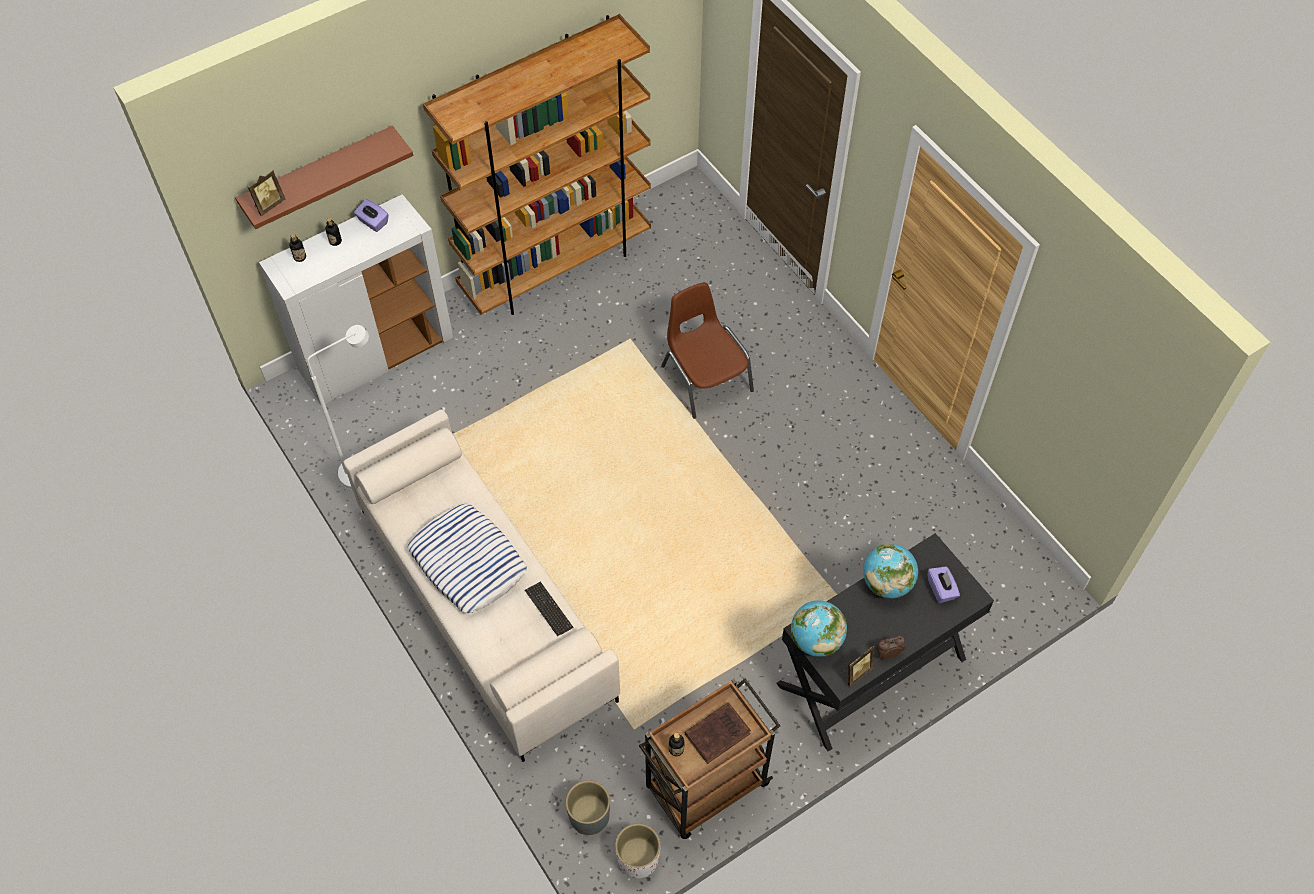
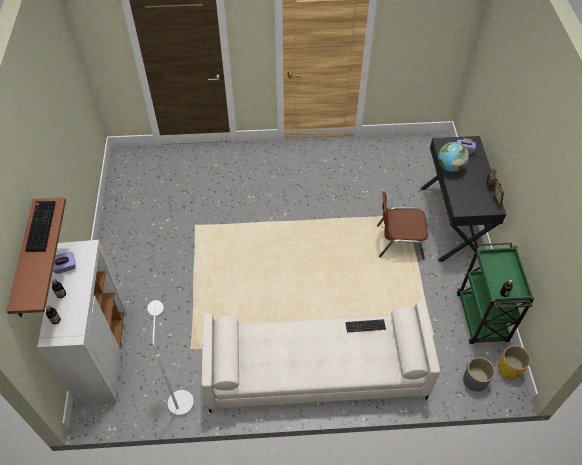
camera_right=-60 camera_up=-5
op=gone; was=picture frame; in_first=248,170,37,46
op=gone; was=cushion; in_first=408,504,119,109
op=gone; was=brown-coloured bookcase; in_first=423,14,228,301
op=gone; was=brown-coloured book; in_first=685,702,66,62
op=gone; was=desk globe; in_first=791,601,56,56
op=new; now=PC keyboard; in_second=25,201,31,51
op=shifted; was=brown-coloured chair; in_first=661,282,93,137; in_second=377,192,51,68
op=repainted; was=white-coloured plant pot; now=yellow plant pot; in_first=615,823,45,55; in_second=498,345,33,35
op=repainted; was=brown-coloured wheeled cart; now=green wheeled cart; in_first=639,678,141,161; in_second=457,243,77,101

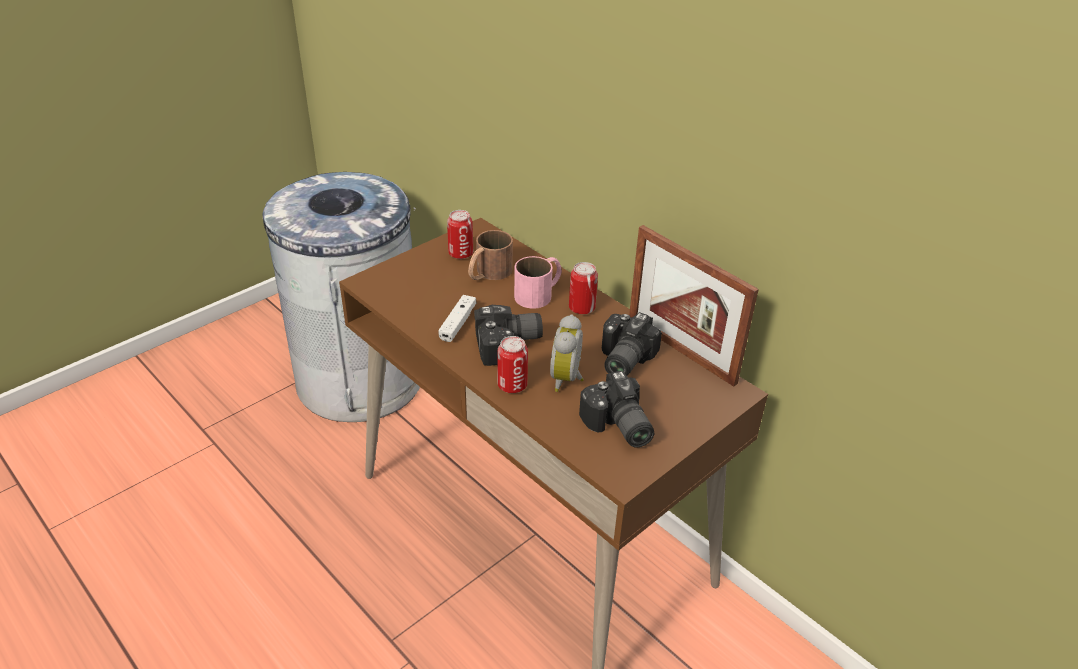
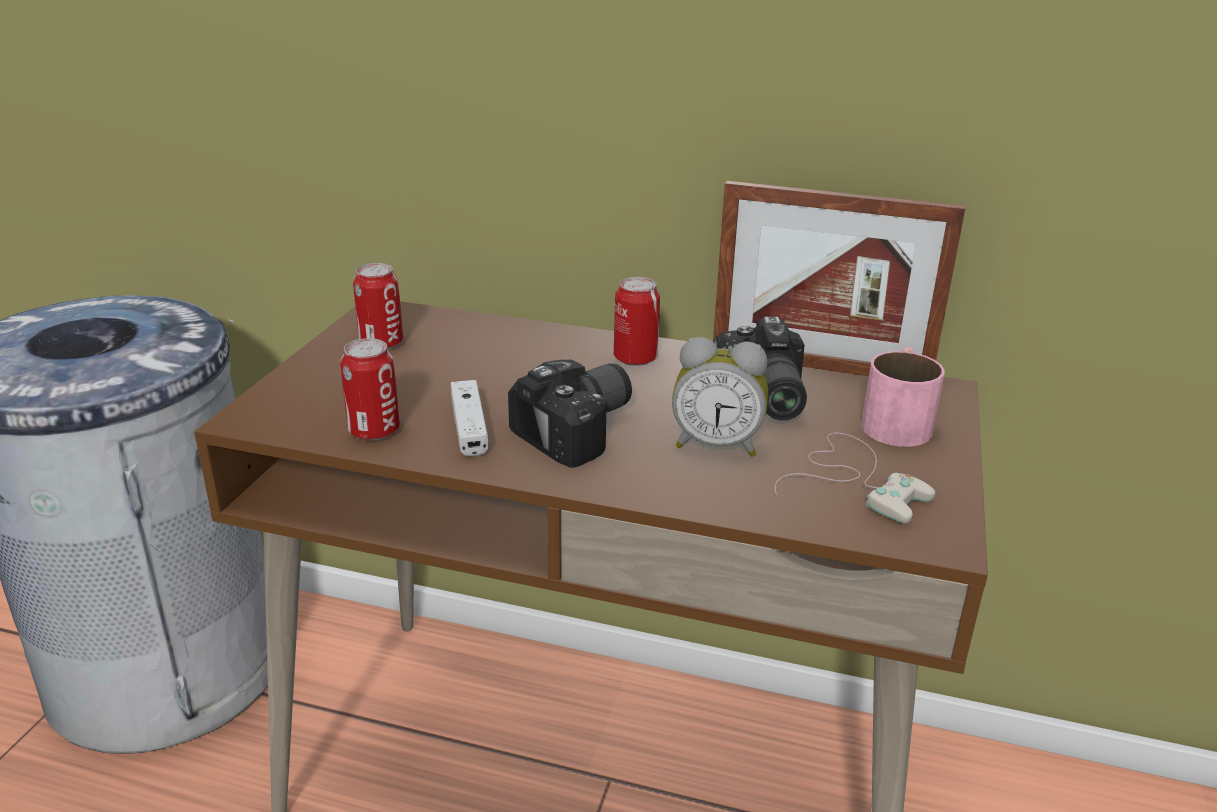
camera_right=-30 camera_up=-10
op=gone; was=brown-coloured coffee mug; in_first=468,230,45,50
op=shifted; was=can; in_first=497,336,31,57; in_second=340,338,60,102
op=shifted; was=pinkish coffee mug; in_first=514,256,48,53; in_second=861,347,83,100
op=swapped; was=still camera; now=white-coloured game controller; in_first=579,371,75,77; in_second=775,433,161,91
op=rotated; was=alarm clock; in_first=550,314,34,78; in_second=672,337,96,120; clockwise=-60

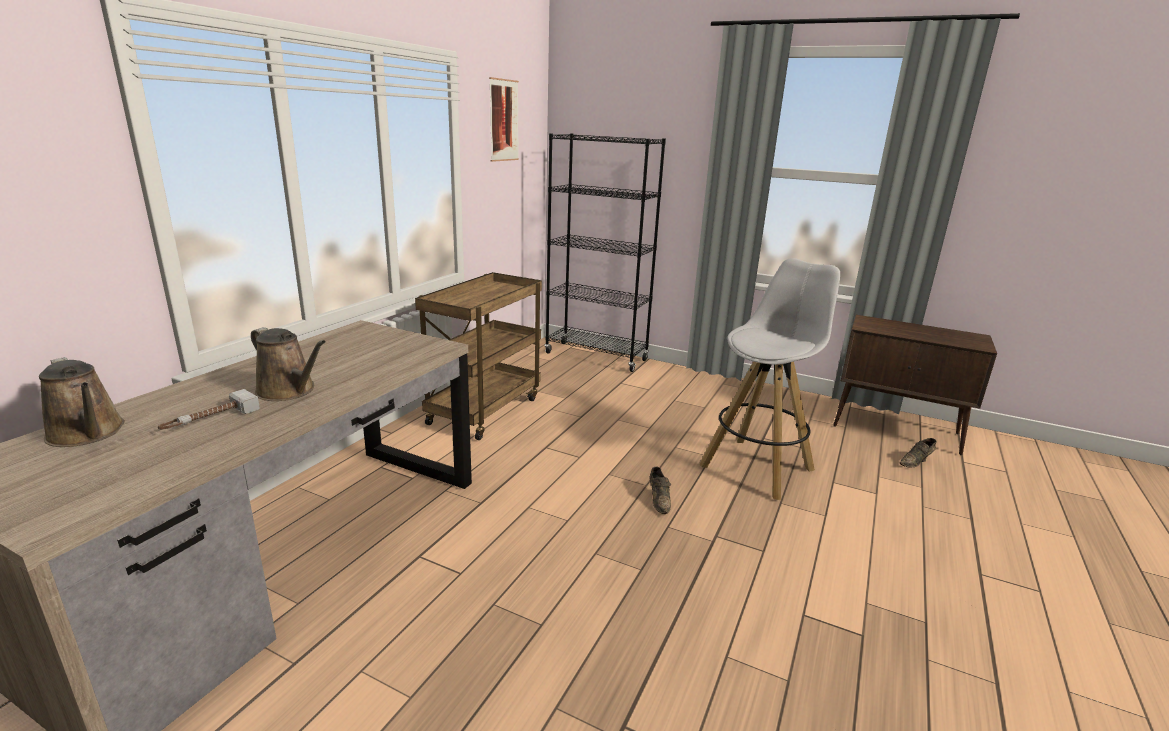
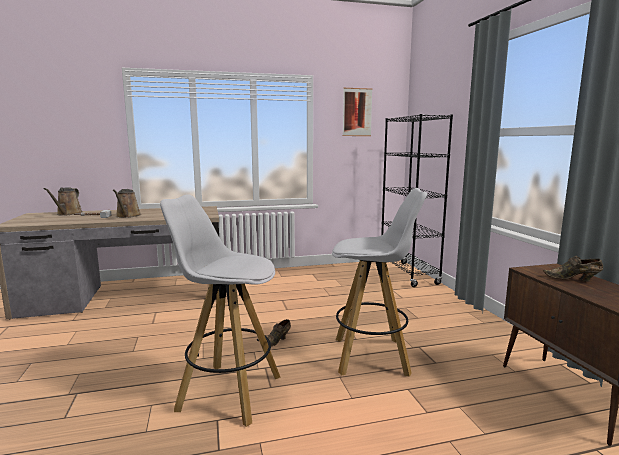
camera_right=50 camera_up=-10
op=gone; was=brown-coloured wheeled cart; in_first=415,272,127,168
op=new; now=white-coloured stool; in_second=160,194,121,233
op=shifted; was=brown-coloured item of footwear; in_first=900,438,37,29; in_second=543,256,60,26

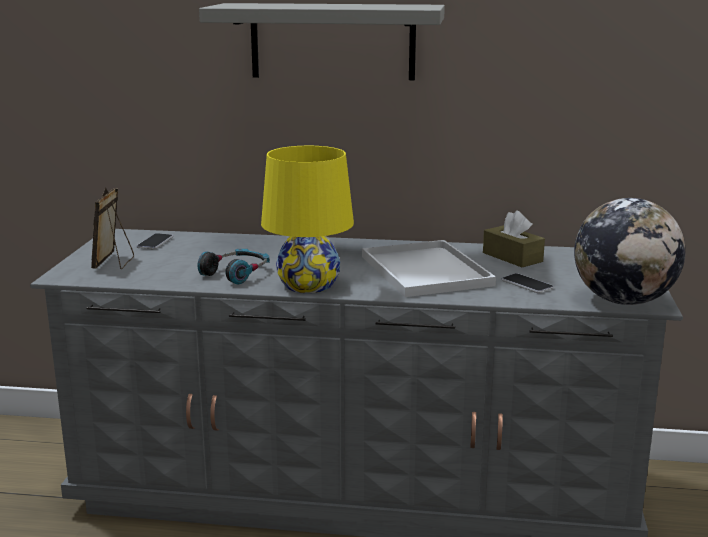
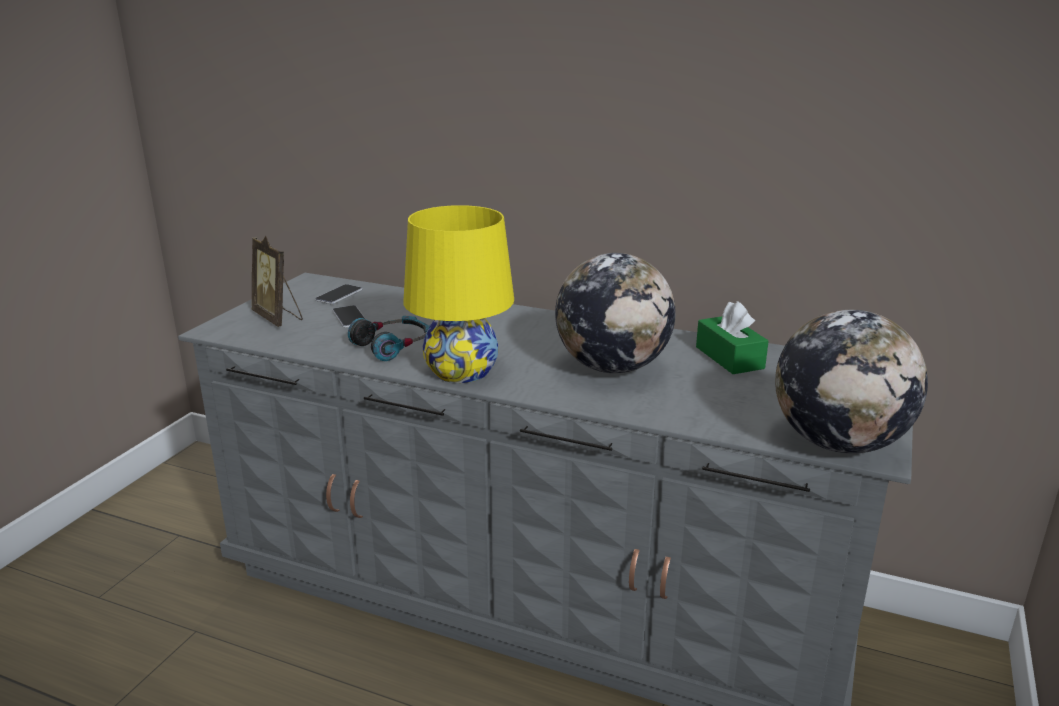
camera_right=15 camera_up=5
op=gone; was=greyish shelf; in_first=199,3,246,77
op=shifted; was=telephone; in_first=502,273,52,20; in_second=332,305,34,23
op=swapped; was=white-coloured tray; now=desk globe; in_first=362,240,134,57; in_second=555,253,121,120
op=repainted; was=brown-coloured box of tissues; now=green box of tissues; in_first=483,210,62,57; in_second=696,301,73,73
op=rotated; was=picture frame; in_first=91,187,43,82; in_second=252,236,51,91; clockwise=-60

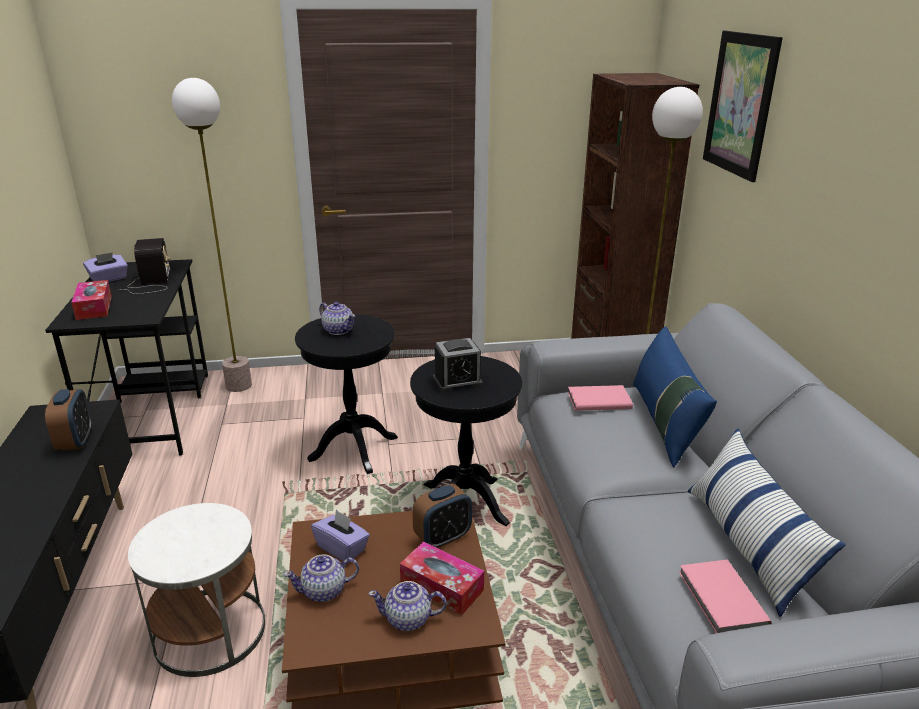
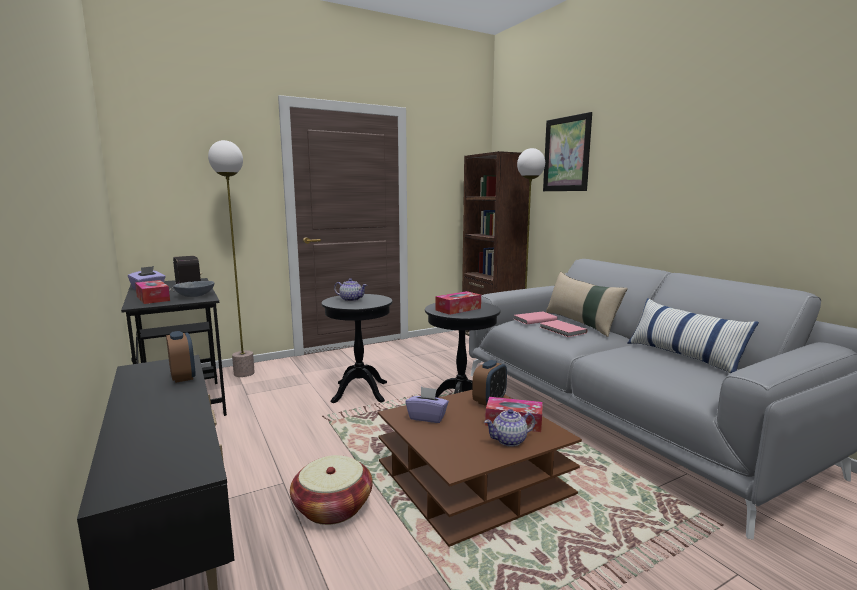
camera_right=-20 camera_up=-15
op=gone; was=tea pot; in_first=283,554,76,48
op=new; now=greyish bowl; in_second=173,281,41,16
op=shifted; was=pinkish book; in_first=679,560,93,73; in_second=540,320,48,17
op=swapped; was=white-coloured accent table; now=household basket; in_first=128,503,137,174; in_second=290,455,83,70
op=swapped; was=alarm clock; now=box of tissues; in_first=433,338,50,54; in_second=435,291,46,24
op=repainted; was=bluish cushion; now=beige-coloured cushion; in_first=633,326,84,141; in_second=546,272,82,65

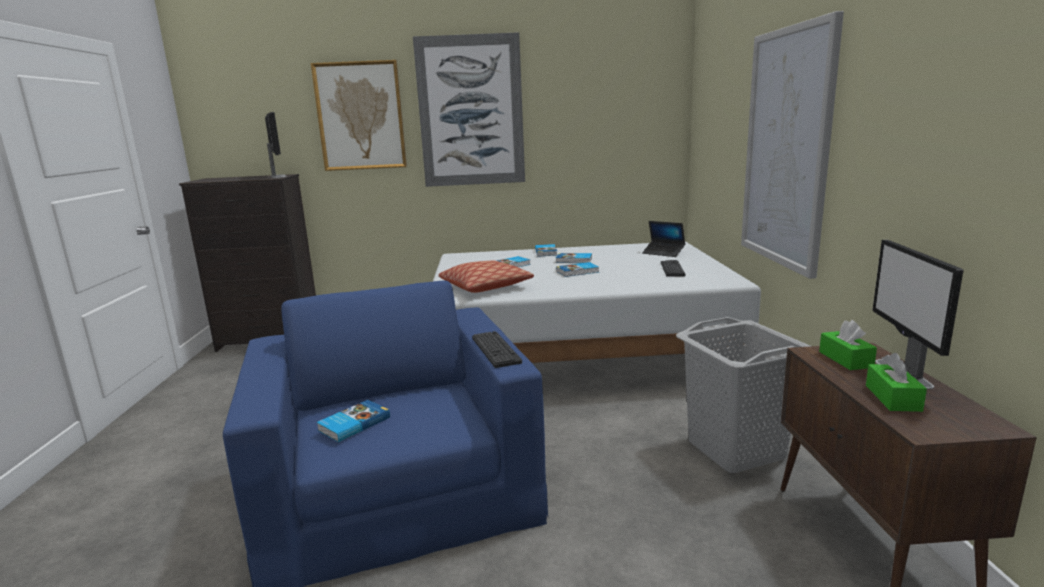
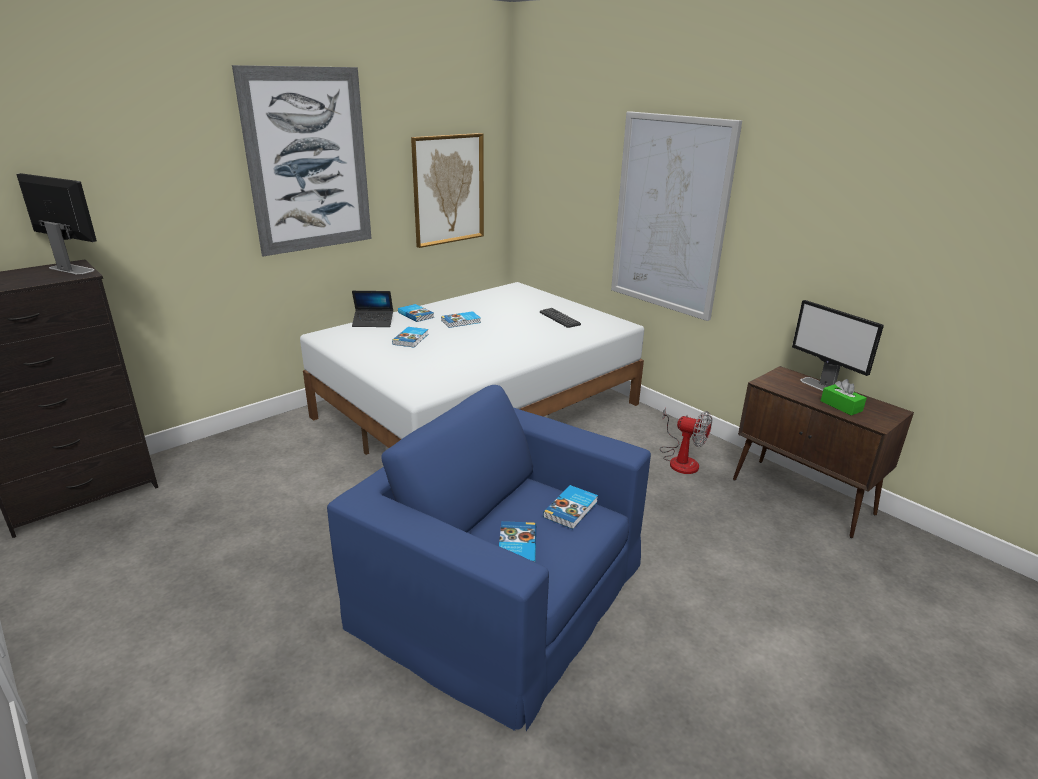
camera_right=-40 camera_up=10
op=gone; was=cushion; in_first=439,261,95,32
op=gone; was=PC keyboard; in_first=472,331,50,37
op=gone; was=green box of tissues; in_first=819,320,58,50
op=shifted; was=wall picture; in_first=311,60,96,111; in_second=411,133,73,115
op=shifted; was=book; in_first=556,262,43,15; in_second=543,485,55,44
op=shifted; was=portable computer; in_first=642,221,43,36; in_second=352,291,41,36
op=swapped; was=greyish hamper; now=cooling fan; in_first=676,317,134,156; in_second=660,408,52,66

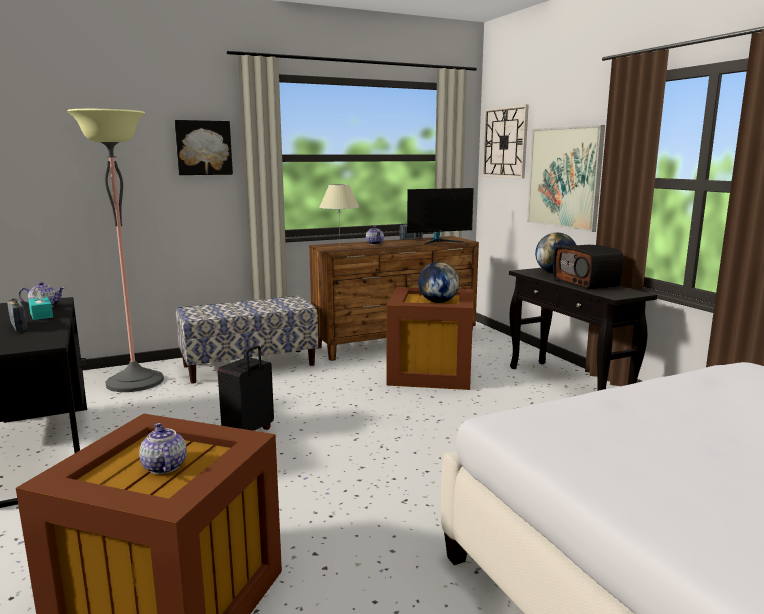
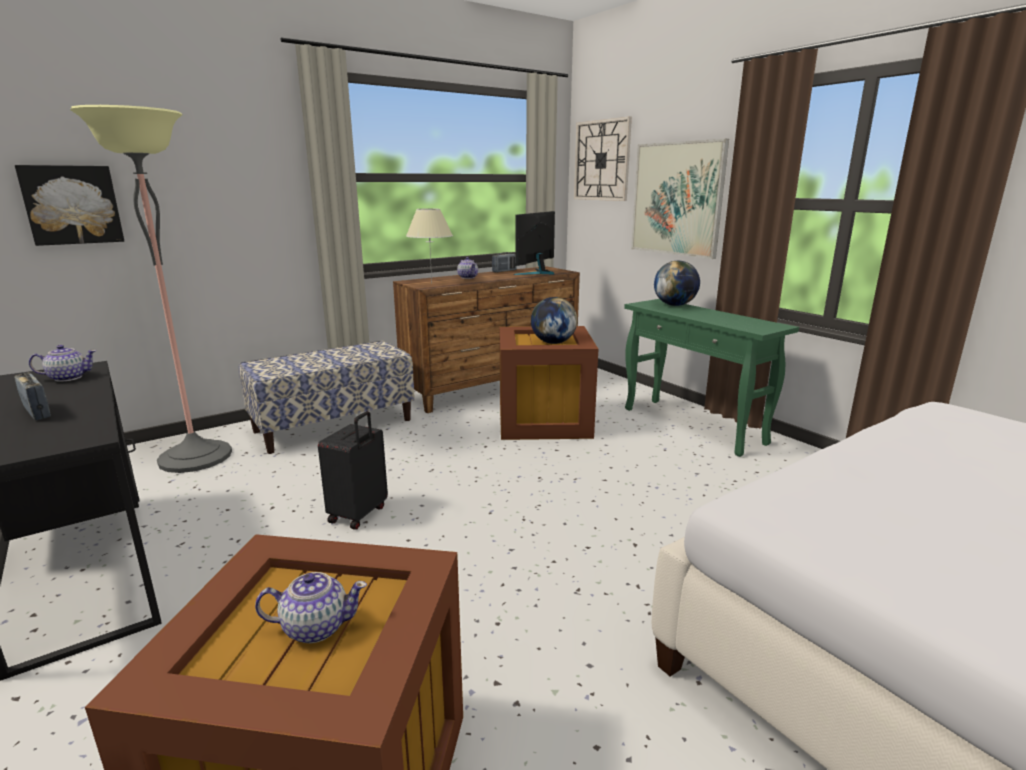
camera_right=-10 camera_up=5
op=gone; was=turquoise box of tissues; in_first=28,288,25,32
op=gone; was=radio receiver; in_first=553,245,70,45
op=shifted; was=wall picture; in_first=175,120,58,55; in_second=15,165,109,81
op=repainted; was=blackish narrow table; now=green narrow table; in_first=509,268,148,123; in_second=624,299,175,158
op=rotated; was=tea pot; in_first=139,423,48,51; in_second=255,572,112,71; clockwise=120
op=rotated; was=computer screen; in_first=407,188,67,56; in_second=513,211,42,64; clockwise=150

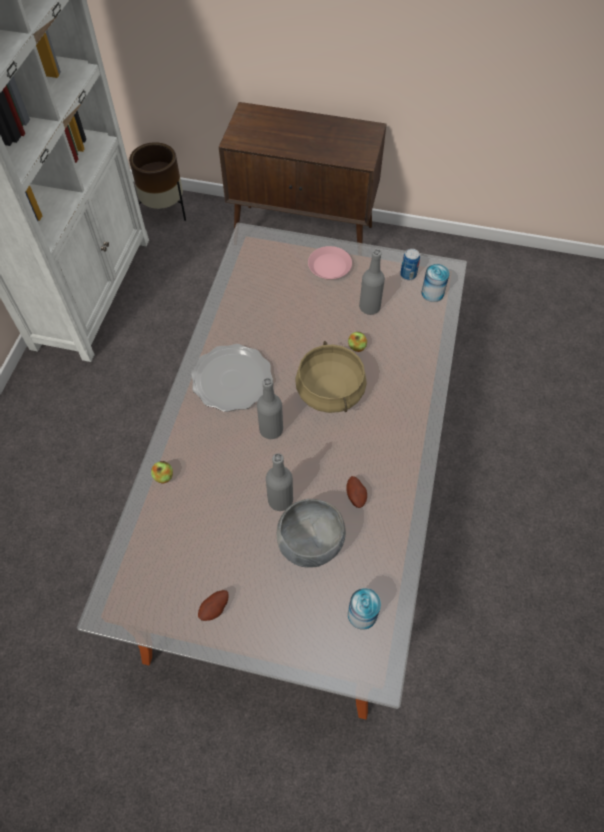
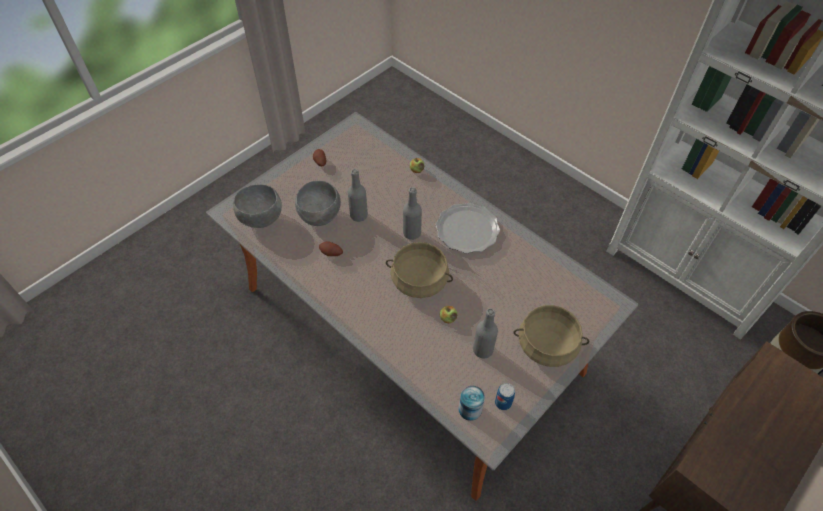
camera_right=120 camera_up=-5
op=swapped; was=pinkish flat dish; now=beige-coloured stockpot; in_first=308,246,44,33; in_second=514,305,75,62
op=swapped; was=can; now=greyish bowl; in_first=348,588,33,42; in_second=233,184,49,44

